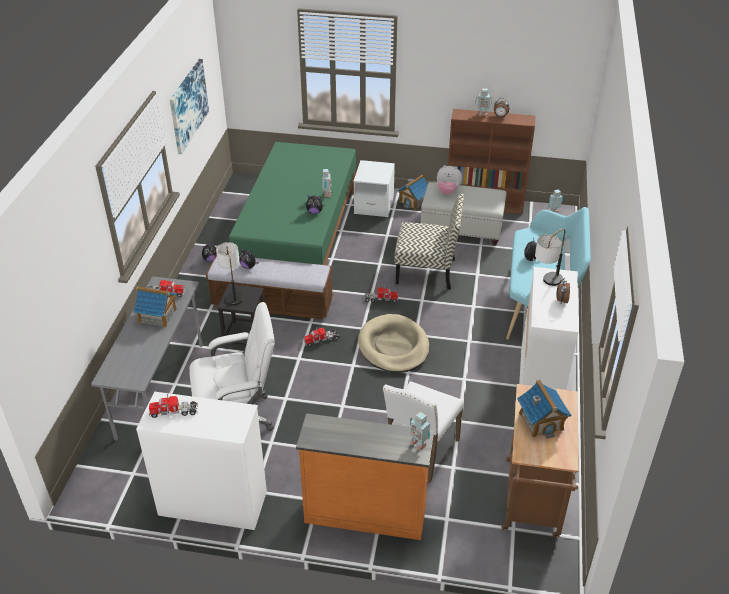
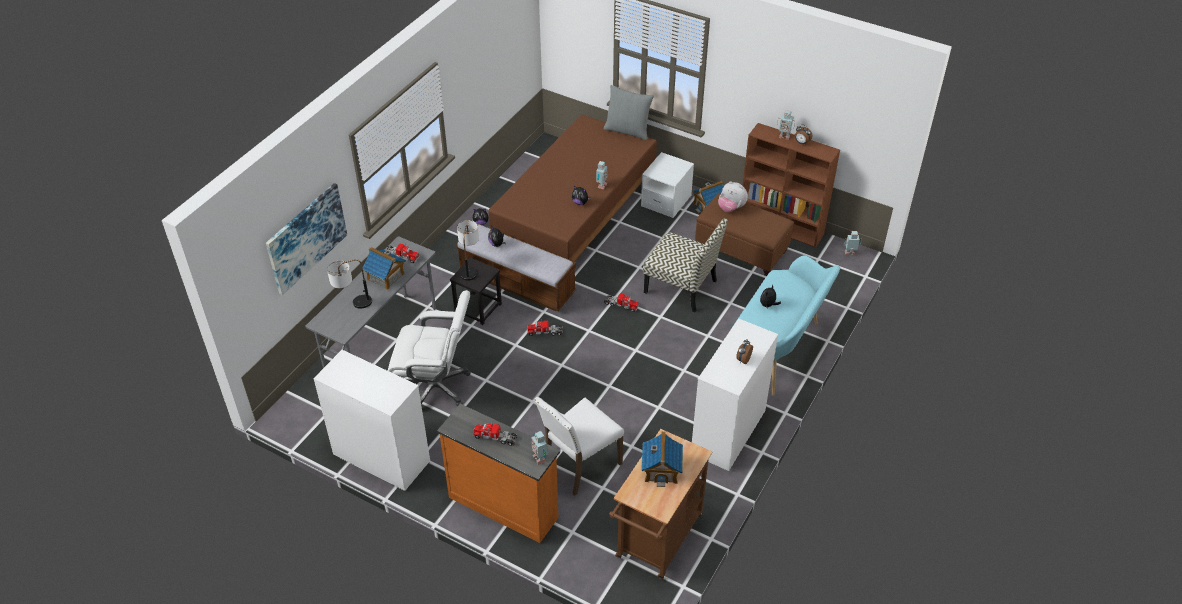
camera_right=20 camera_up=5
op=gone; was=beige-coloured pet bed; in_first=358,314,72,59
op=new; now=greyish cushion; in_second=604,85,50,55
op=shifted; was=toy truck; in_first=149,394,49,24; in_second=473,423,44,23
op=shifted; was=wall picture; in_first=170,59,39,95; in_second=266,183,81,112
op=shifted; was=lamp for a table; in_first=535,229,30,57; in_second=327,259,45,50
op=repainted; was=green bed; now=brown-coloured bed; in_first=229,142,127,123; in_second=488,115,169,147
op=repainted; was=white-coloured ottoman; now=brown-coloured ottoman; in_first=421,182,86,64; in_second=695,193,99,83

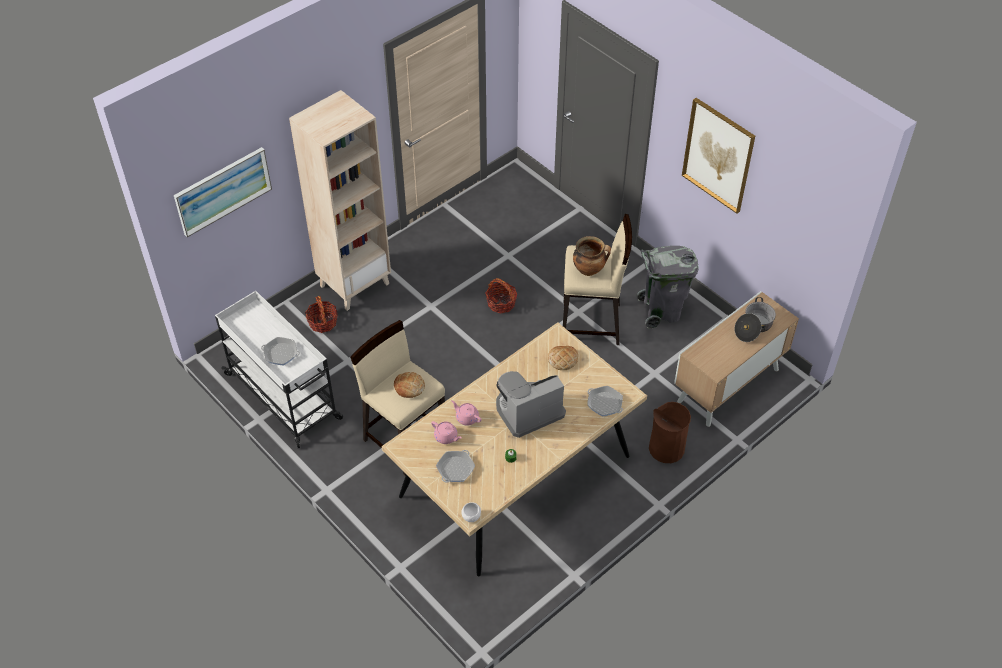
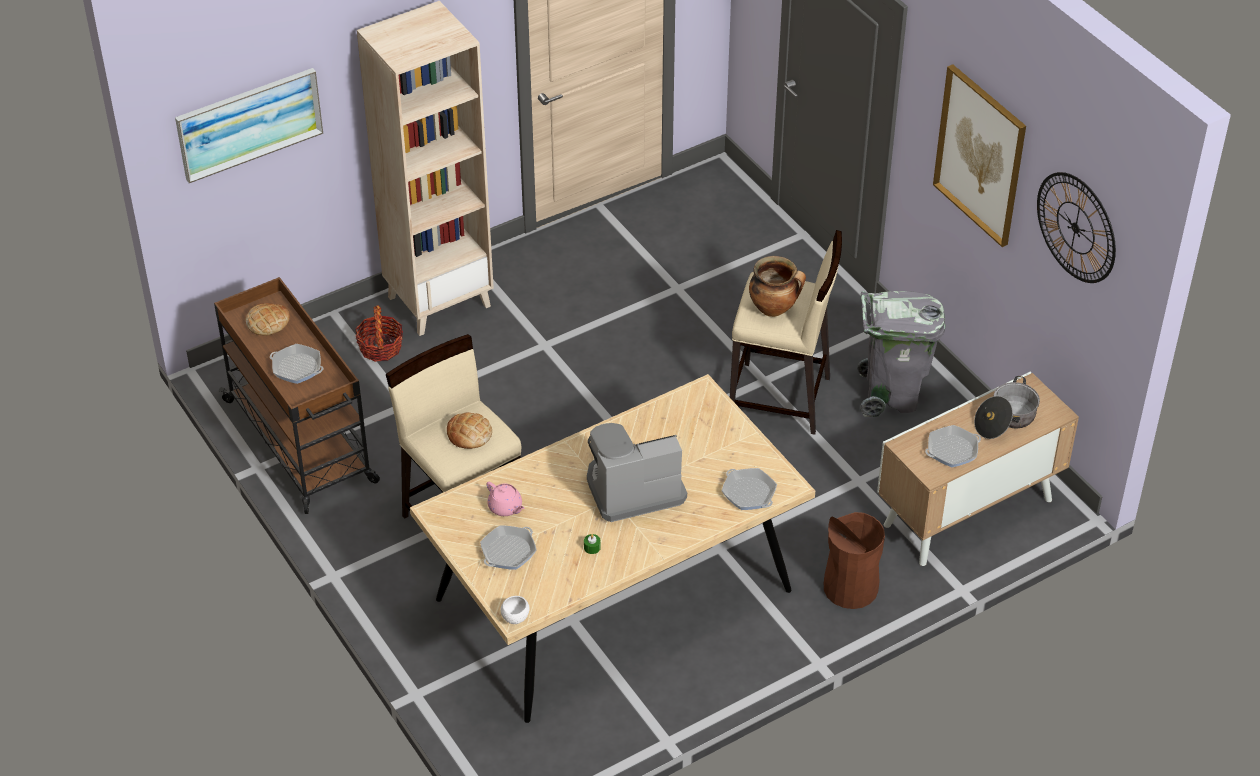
camera_right=10 camera_up=-5
op=gone; was=pinkish tea pot; in_first=451,400,31,25
op=gone; was=household basket; in_first=485,278,32,36
op=new; now=pan; in_second=925,425,56,42
op=new; now=hanging clock; in_second=1037,172,79,111
op=shifted; was=bakery bread; in_first=548,346,30,24; in_second=245,303,45,33
op=repainted; was=white-coloured wheeled cart; now=brown-coloured wheeled cart; in_first=215,291,128,157; in_second=214,277,166,237

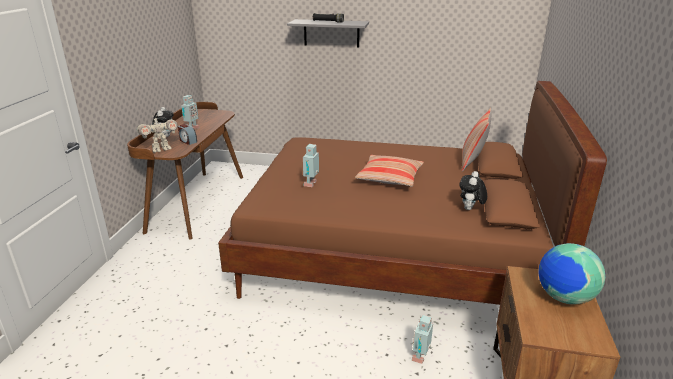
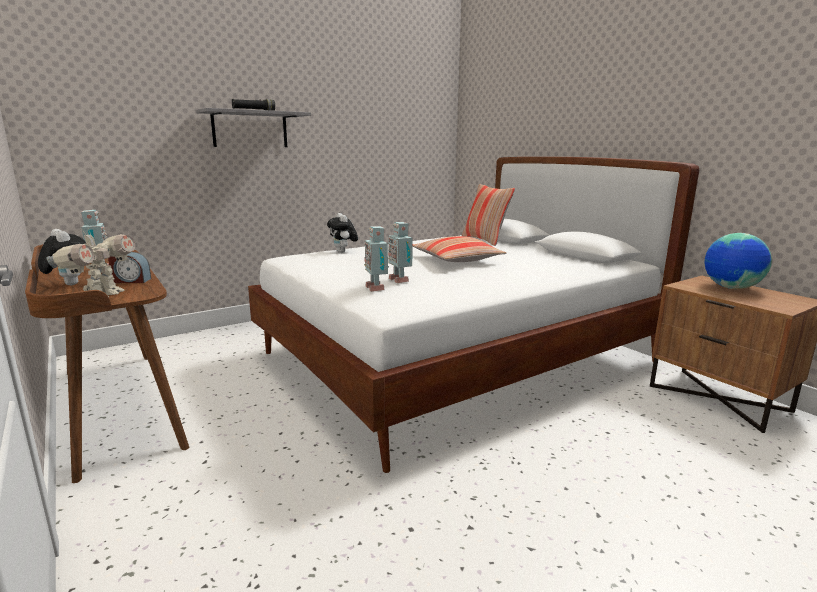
camera_right=-45 camera_up=-10
op=shifted; was=model robot; in_first=412,315,21,49; in_second=364,226,25,66
op=shifted; was=cuddly toy; in_first=459,171,28,39; in_second=327,213,31,40
op=repainted; was=brown-coloured bed; now=white-coloured bed; in_first=218,81,389,224; in_second=248,157,451,316

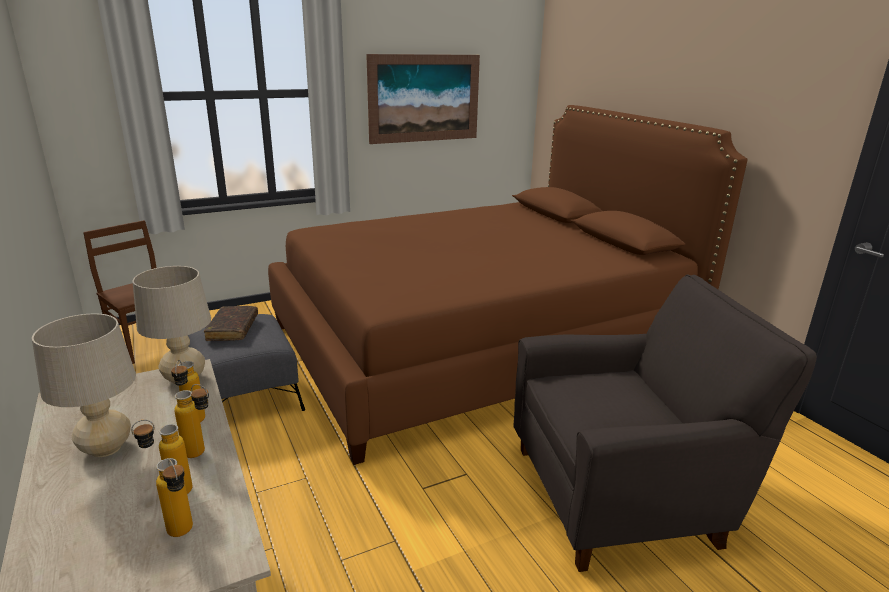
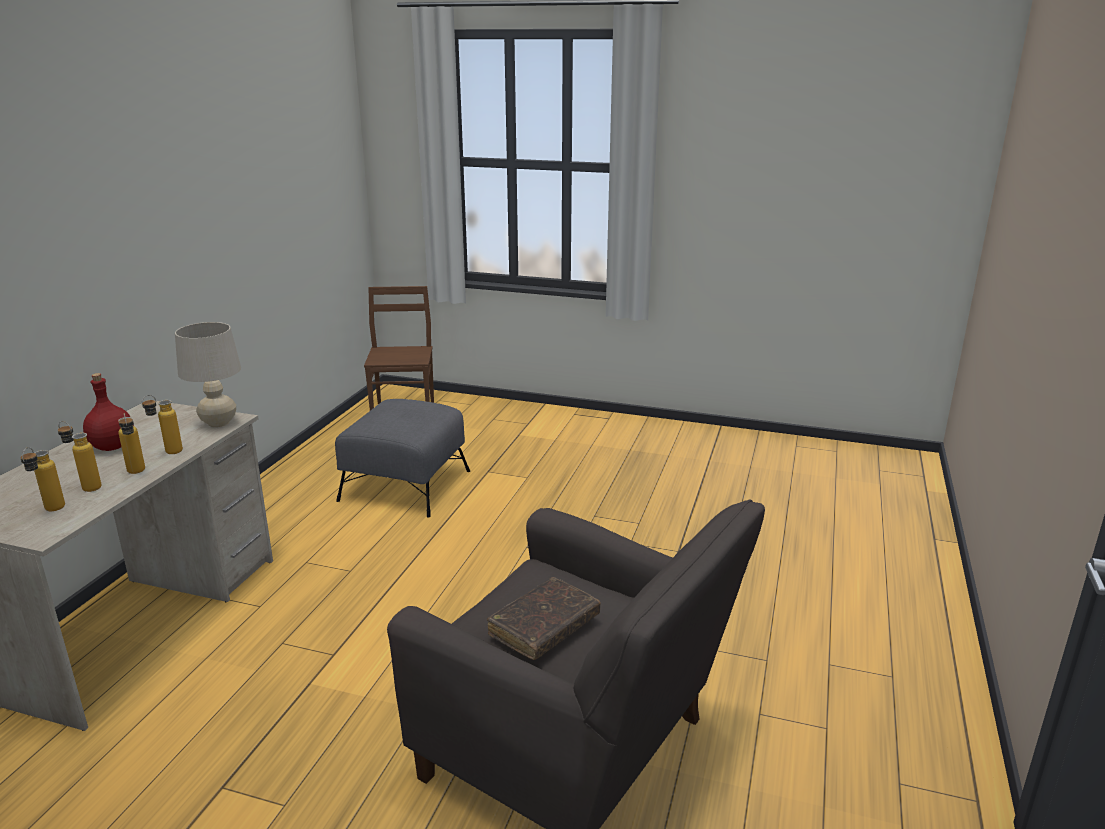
camera_right=45 camera_up=0
op=gone; was=brown-coloured bed; in_first=268,105,479,360
op=gone; was=wall picture; in_first=366,54,114,90
op=shifted; was=brown-coloured book; in_first=204,306,54,35; in_second=487,577,114,83
op=swapped; was=beige-coloured lamp for a table; now=reddish drink bottle; in_first=32,313,104,144; in_second=83,373,51,78

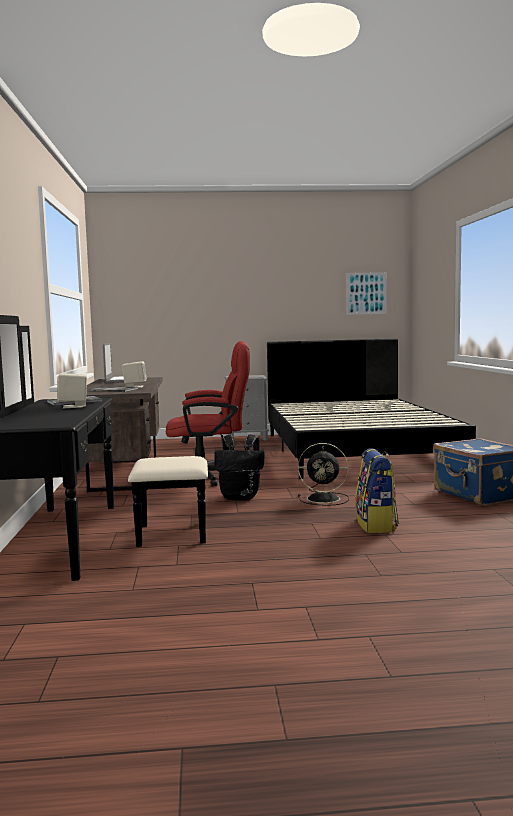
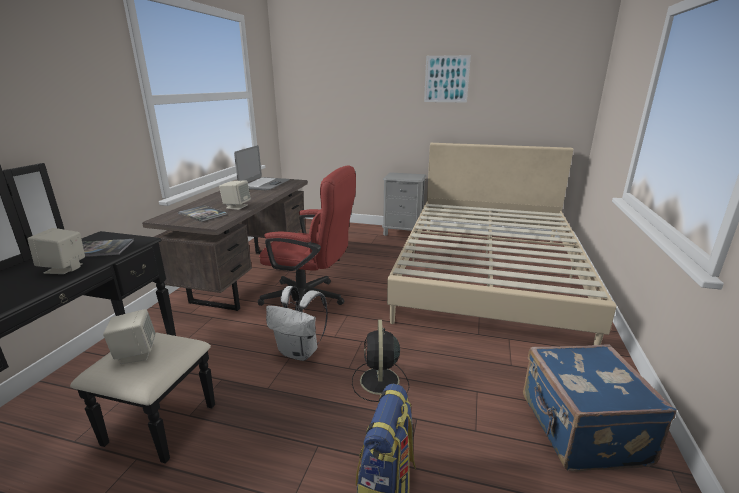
camera_right=20 camera_up=15
op=new; now=beige-coloured audio speaker; in_second=103,309,53,55
op=shifted; was=wall picture; in_first=346,272,41,43; in_second=424,55,47,48
op=repainted; was=blackish backpack; now=white-coloured backpack; in_first=214,434,51,66; in_second=266,286,62,75
op=repainted; was=blackish bed; now=beige-coloured bed; in_first=267,339,209,140; in_second=387,143,229,202
op=rotated; was=blackish cooling fan; in_first=298,443,51,63; in_second=352,320,57,82; clockwise=60

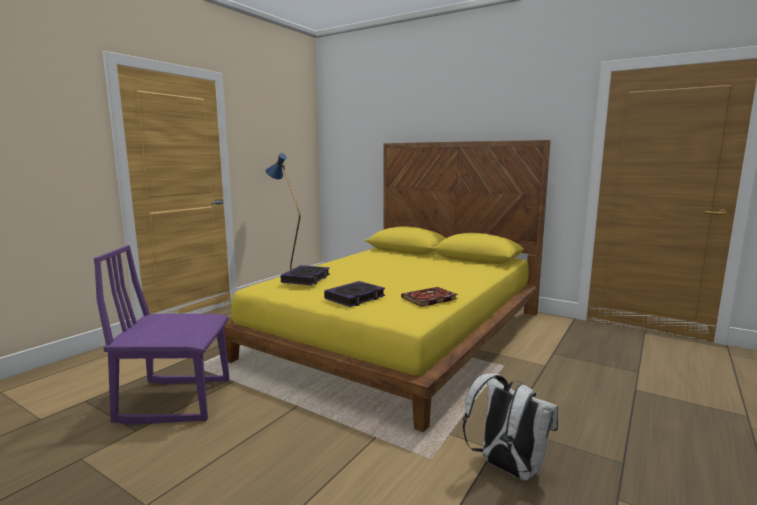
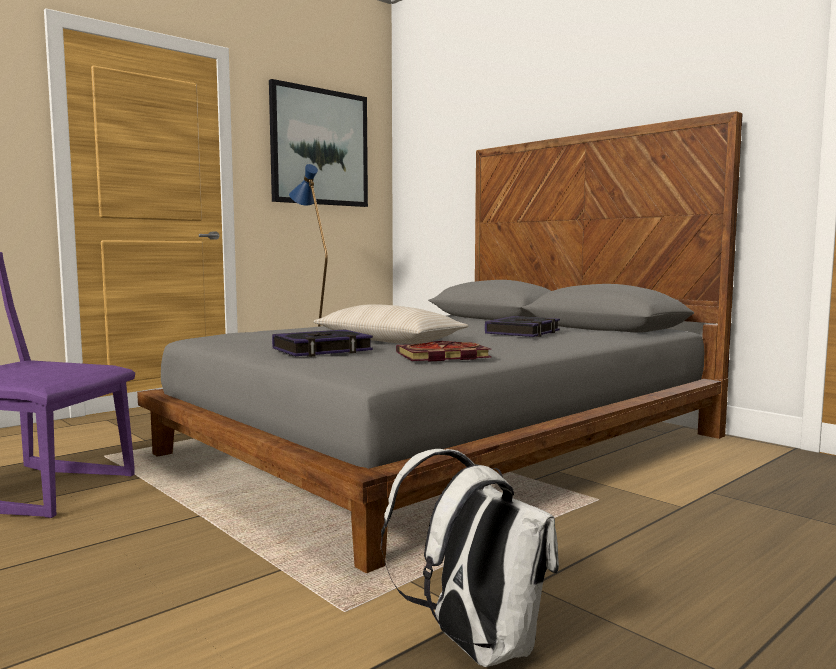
camera_right=15 camera_up=-5
op=new; now=wall picture; in_second=269,79,99,128
op=new; now=beige-coloured cushion; in_second=313,304,155,40
op=shifted; was=book; in_first=281,265,49,20; in_second=485,316,75,21
op=repainted; was=yellow bed; now=greyish bed; in_first=224,140,327,292; in_second=137,111,606,462

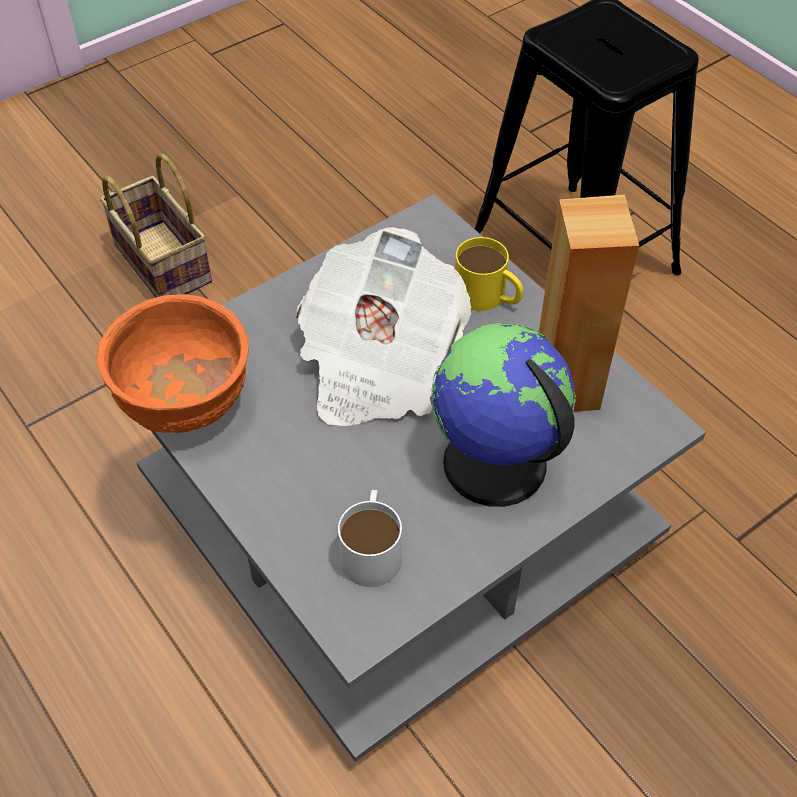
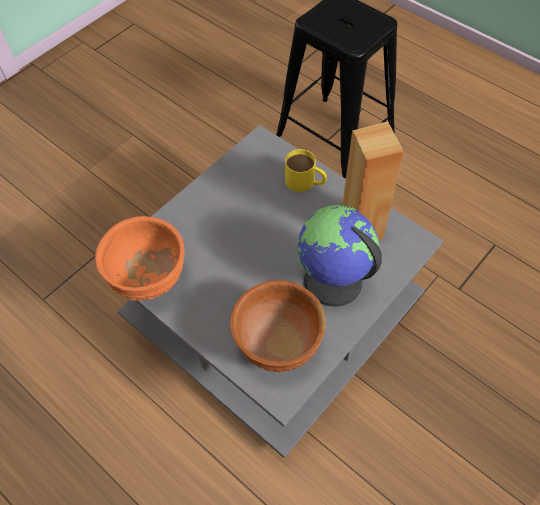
camera_right=-10 camera_up=5
op=gone; was=household basket; in_first=100,154,112,144
op=gone; was=daily paper; in_first=296,227,175,199
op=swapped; was=white-coloured coffee mug; now=brown-coloured bowl; in_first=338,490,64,97; in_second=230,280,96,92

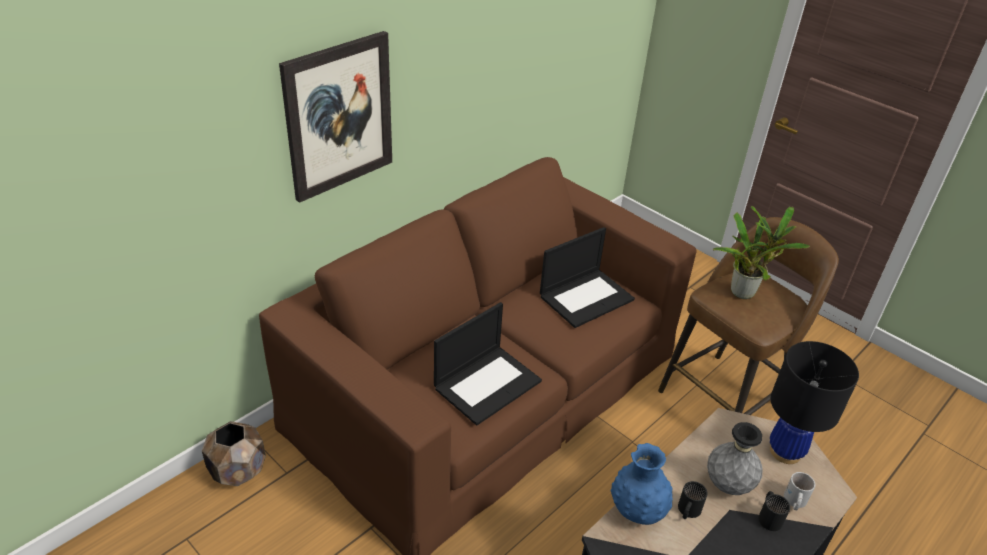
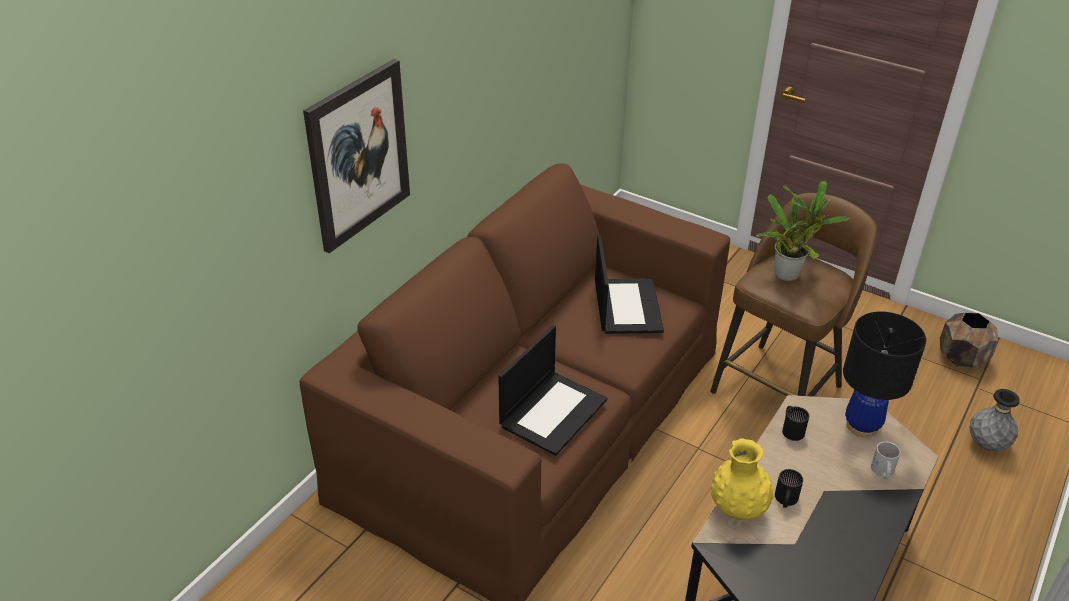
camera_right=-10 camera_up=0
op=shifted; was=brown-coloured plant pot; in_first=202,421,64,65; in_second=940,313,58,54
op=shifted; was=greyish vase; in_first=707,422,55,73; in_second=970,389,50,62
op=shifted; was=blackish coffee mug; in_first=758,491,32,40; in_second=782,406,27,35
op=repainted; was=bluish vase; now=yellow vase; in_first=611,443,62,82; in_second=710,438,64,82
op=rotated; was=portable computer; in_first=540,227,95,101; in_second=595,235,69,99; clockwise=-45

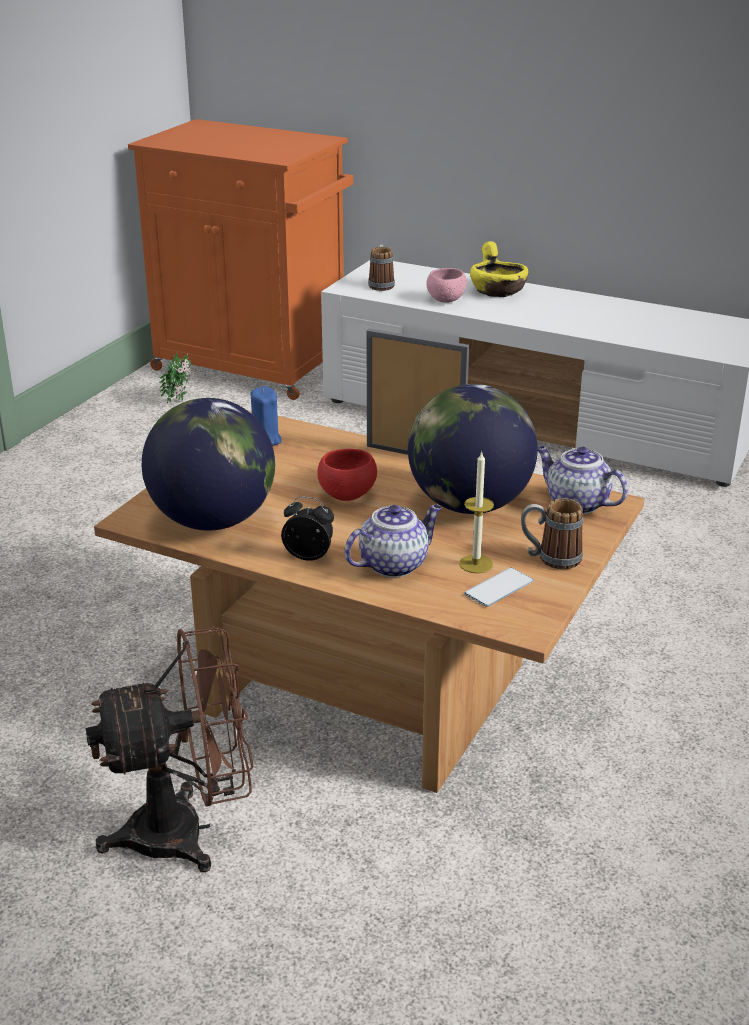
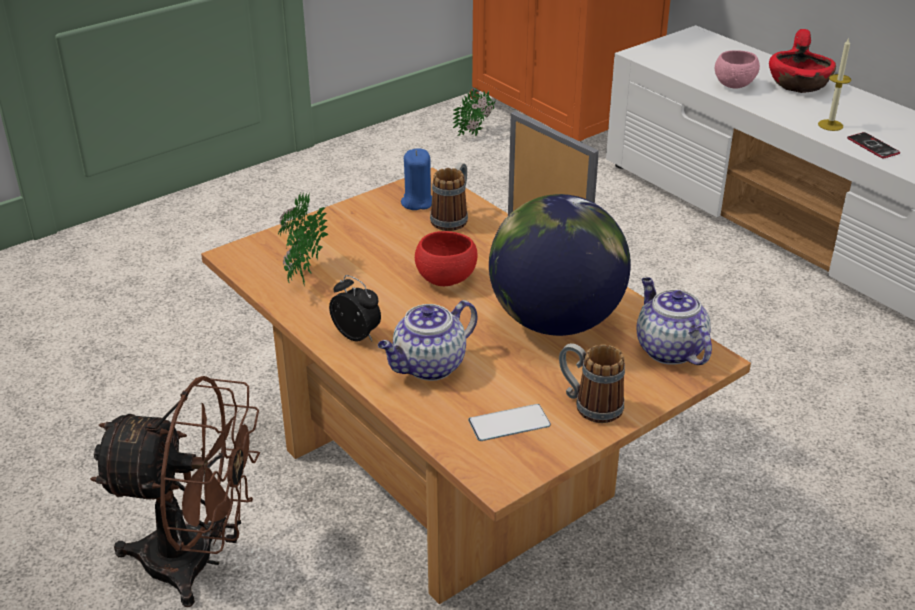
camera_right=25 camera_up=5
op=new; now=telephone; in_second=847,132,53,27
op=shifted; was=coffee mug; in_first=368,244,27,47; in_second=430,162,38,69
op=shifted; was=wax light; in_first=459,451,35,122; in_second=818,37,33,94
op=swapped; was=desk globe; now=potted plant; in_first=142,398,133,133; in_second=278,193,50,93
op=repainted; was=yellow bowl; now=reddish bowl; in_first=470,241,59,56; in_second=769,29,67,64
op=rotated; was=tea pot; in_first=344,505,98,73; in_second=378,300,100,81; clockwise=150

